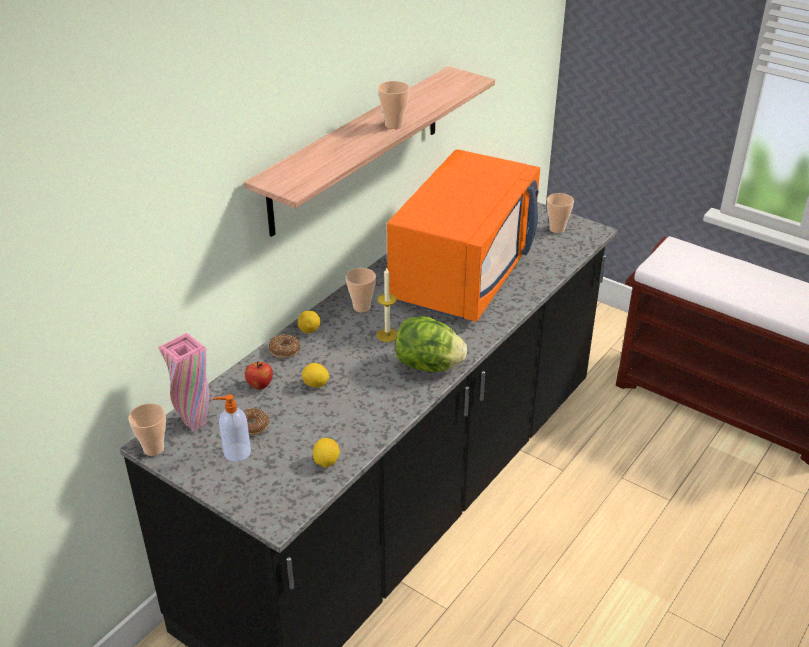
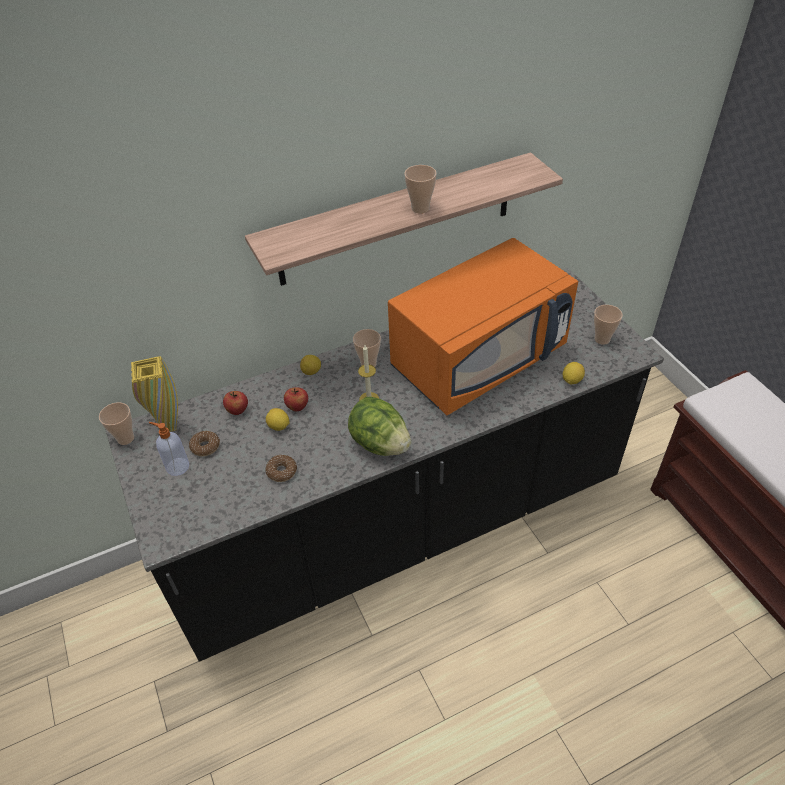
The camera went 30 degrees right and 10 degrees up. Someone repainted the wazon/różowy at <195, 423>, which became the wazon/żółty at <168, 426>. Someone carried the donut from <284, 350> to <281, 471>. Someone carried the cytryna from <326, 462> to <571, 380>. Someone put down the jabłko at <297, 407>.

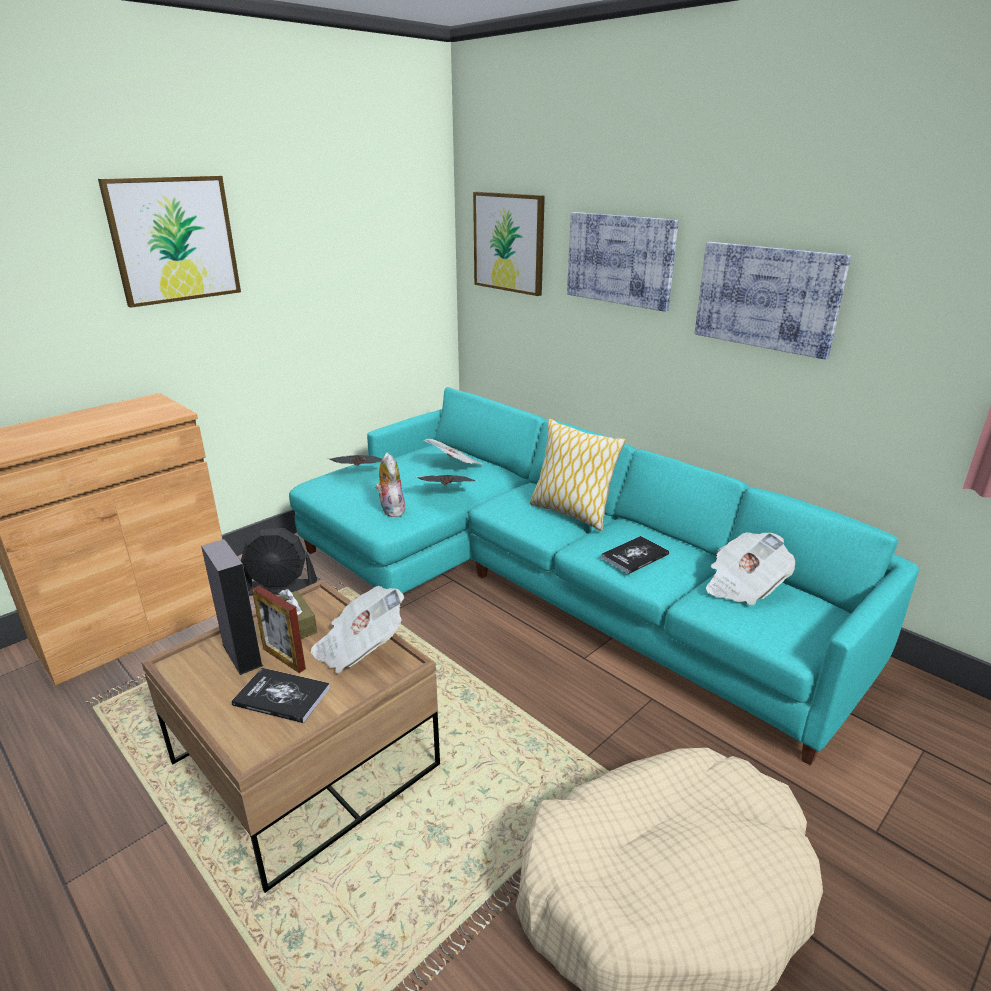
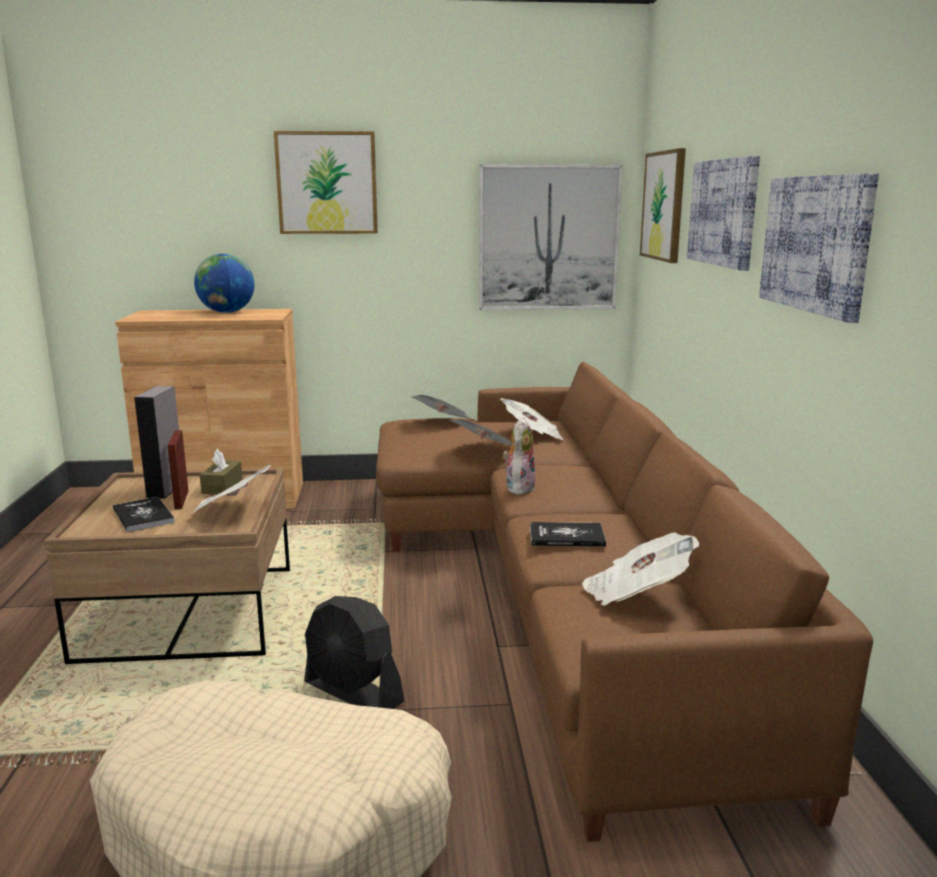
The camera went 40 degrees right and 10 degrees down. Someone repainted the kanapa/turkusowy at <544, 582>, which became the kanapa/brązowy at <557, 579>. Someone took away the poduszka at <571, 513>. Someone carried the pluszak from <390, 510> to <519, 488>. Someone carried the wentylator/czarny from <281, 588> to <353, 693>. Someone put up the obraz at <548, 238>. Someone put down the globus at <226, 312>.

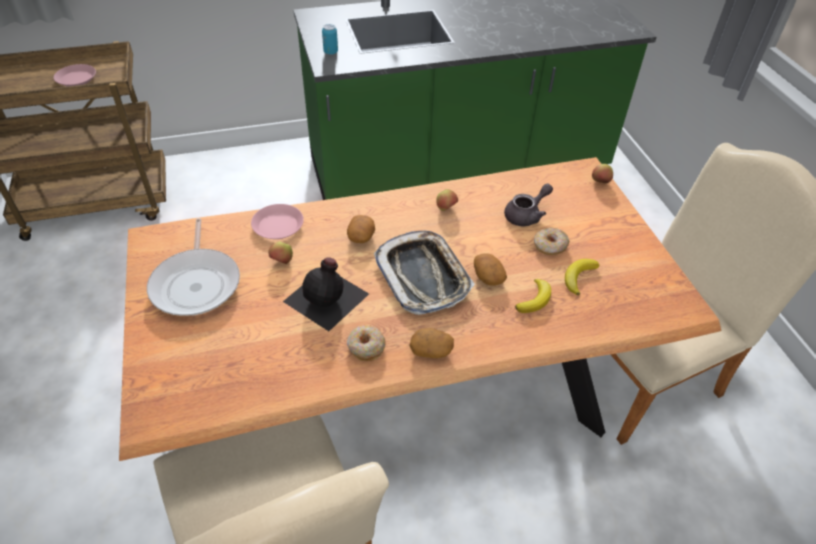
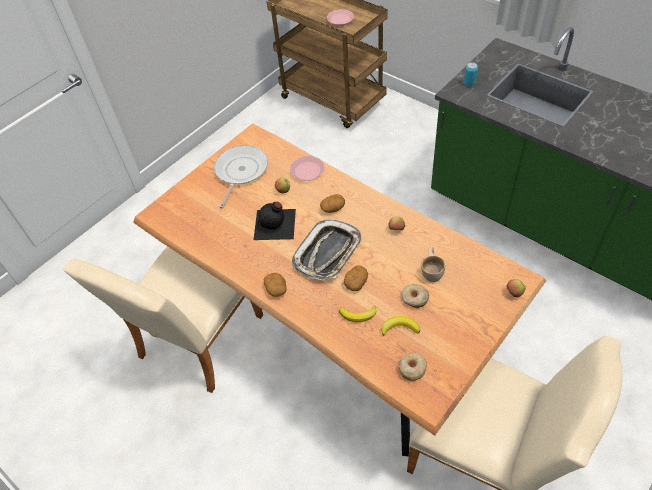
The camera went 60 degrees right and 5 degrees up. Someone swapped the imbryk/szary at <526, 215> for the filiżanka/beżowy at <432, 271>. Someone rotated the patelnia at <197, 283> by 150 degrees clockwise. Someone carried the donut from <366, 347> to <412, 368>.

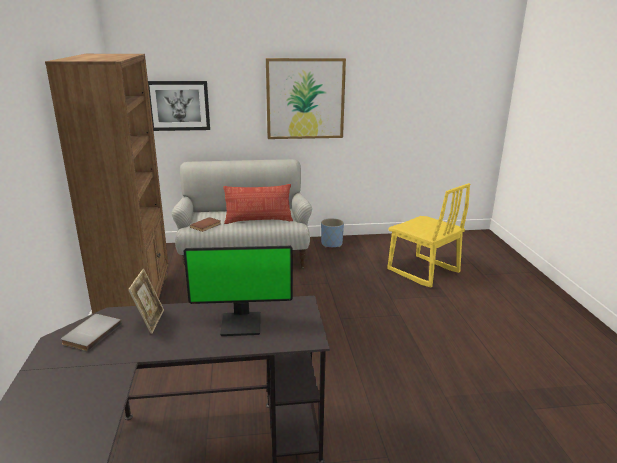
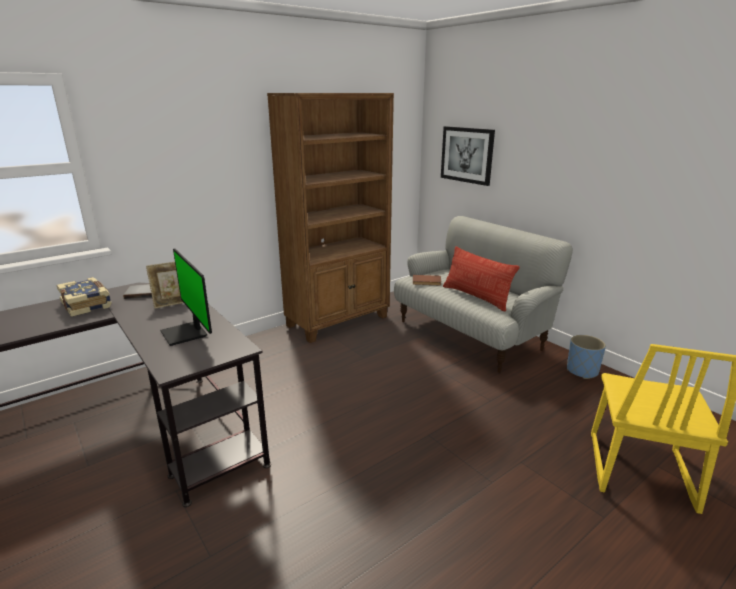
The camera went 60 degrees right and 0 degrees up. Someone took away the obraz at <305, 99>. Someone put down the książka at <87, 304>.

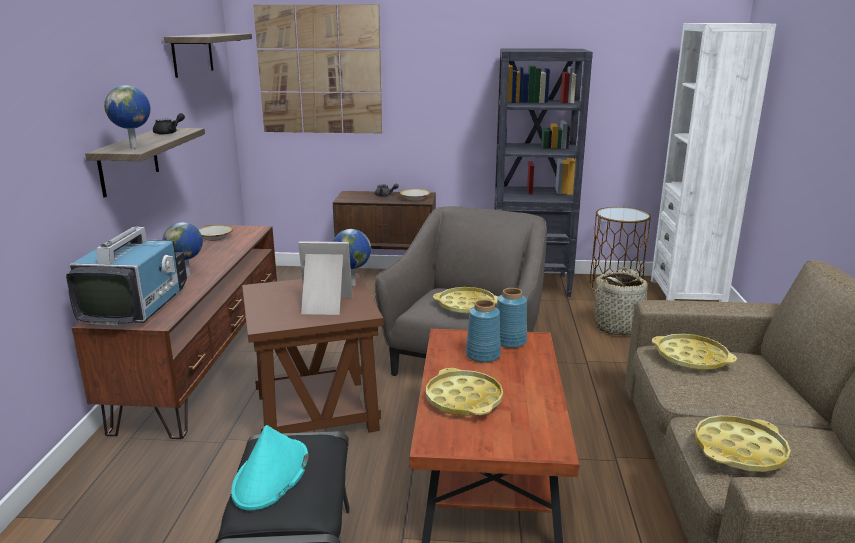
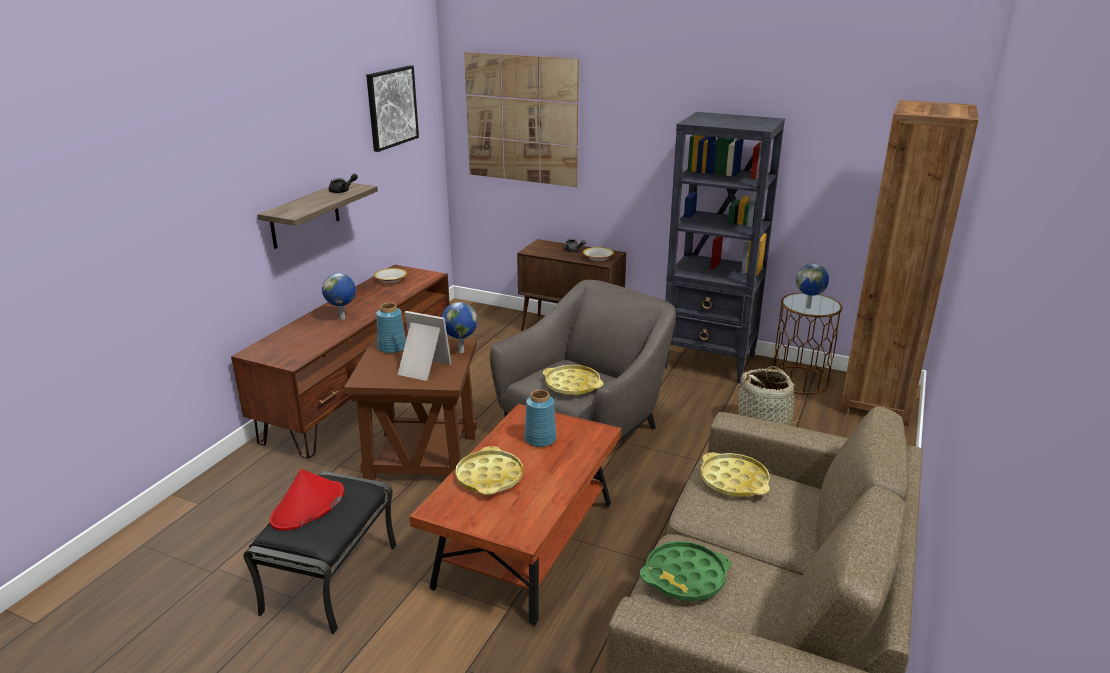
The camera went 20 degrees right and 5 degrees up. Someone repainted the regał/biały at <687, 293>, which became the regał/brązowy at <877, 401>. Someone swapped the półka at <192, 54> for the obraz at <391, 107>. Someone carried the globus from <135, 148> to <808, 307>. Someone took away the telewizor at <137, 306>. Someone carried the wazon/niebieski from <510, 341> to <392, 348>. Someone repainted the taca/żółty at <739, 450>, which became the taca/zielony at <685, 577>. Someone repainted the kapelusz/turkusowy at <271, 475>, which became the kapelusz/czerwony at <308, 507>.

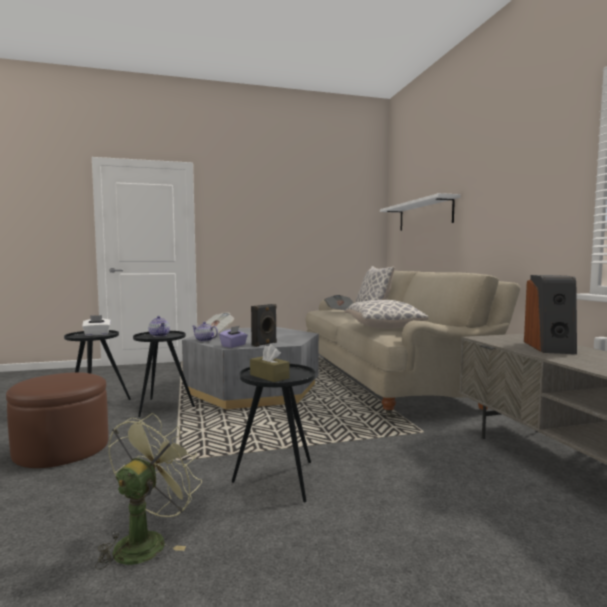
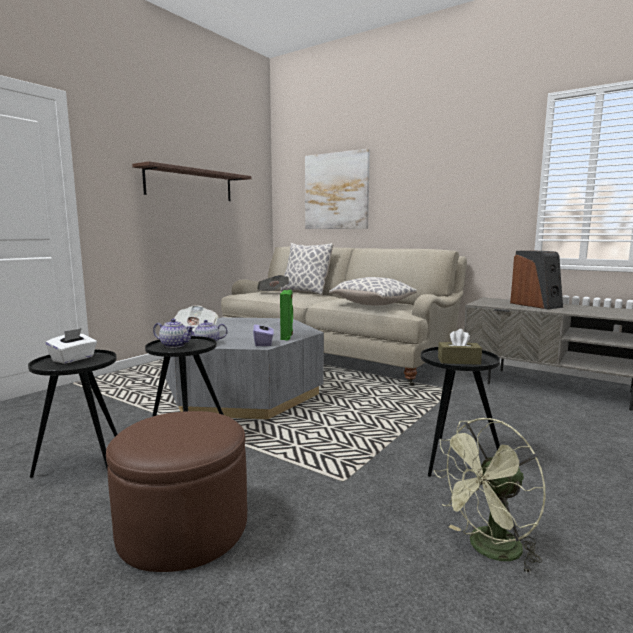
The camera went 40 degrees left and 5 degrees up. Someone swapped the półka/biały at <424, 215> for the obraz at <336, 191>. Someone repainted the głośnik/czarny at <265, 344>, which became the głośnik/zielony at <287, 336>. Someone rotated the wentylator/zielony at <146, 541> by 105 degrees counterclockwise. Someone put up the półka/brązowy at <190, 184>.

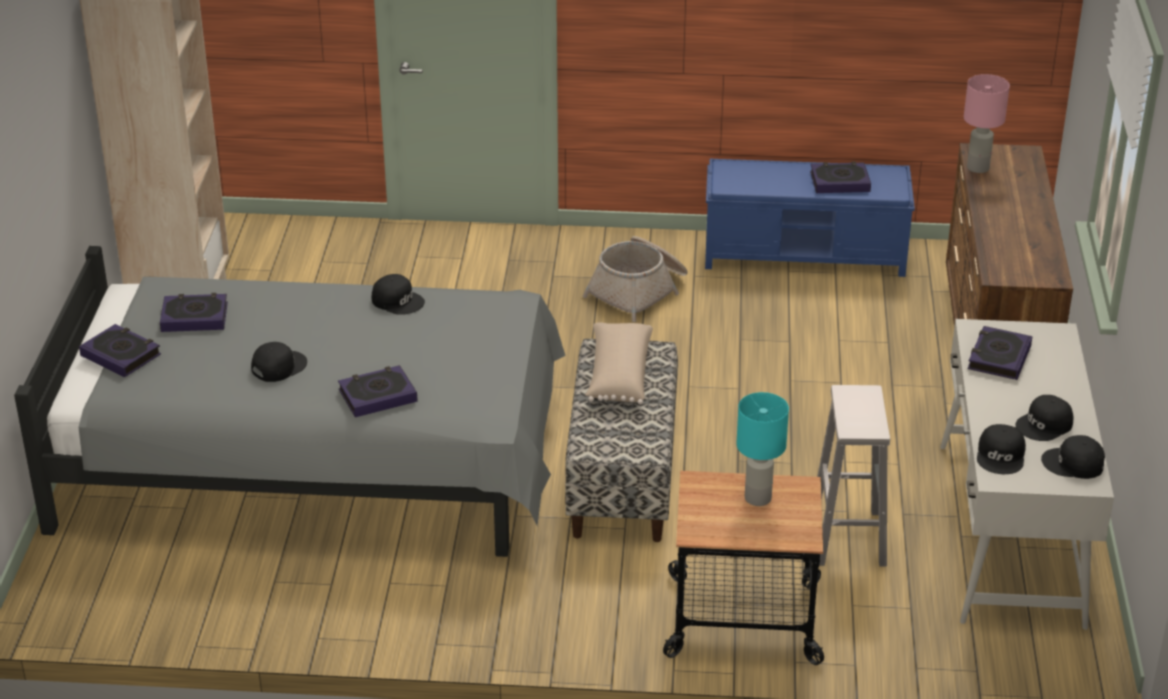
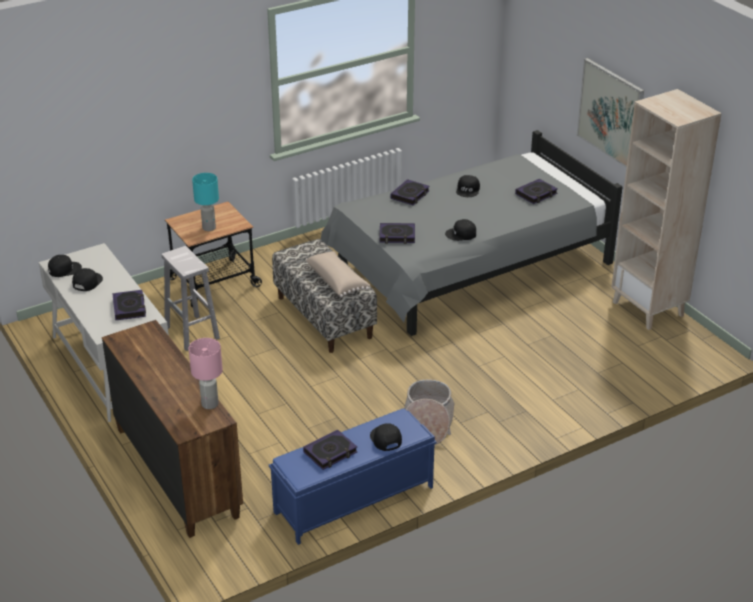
The camera went 145 degrees right and 0 degrees up. Someone carried the książka from <121, 355> to <397, 236>. Someone carried the czapka z daszkiem/czarny from <1001, 455> to <385, 439>. Someone put up the obraz at <610, 113>.

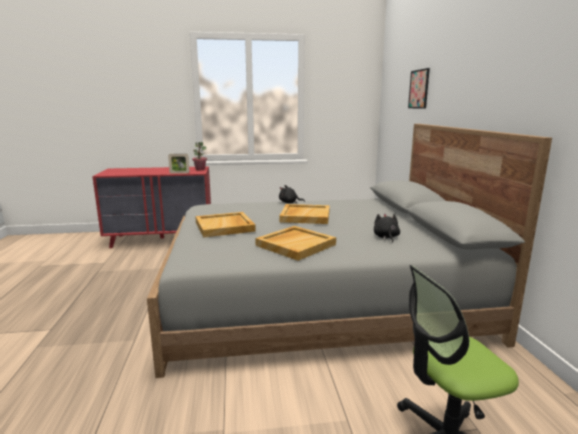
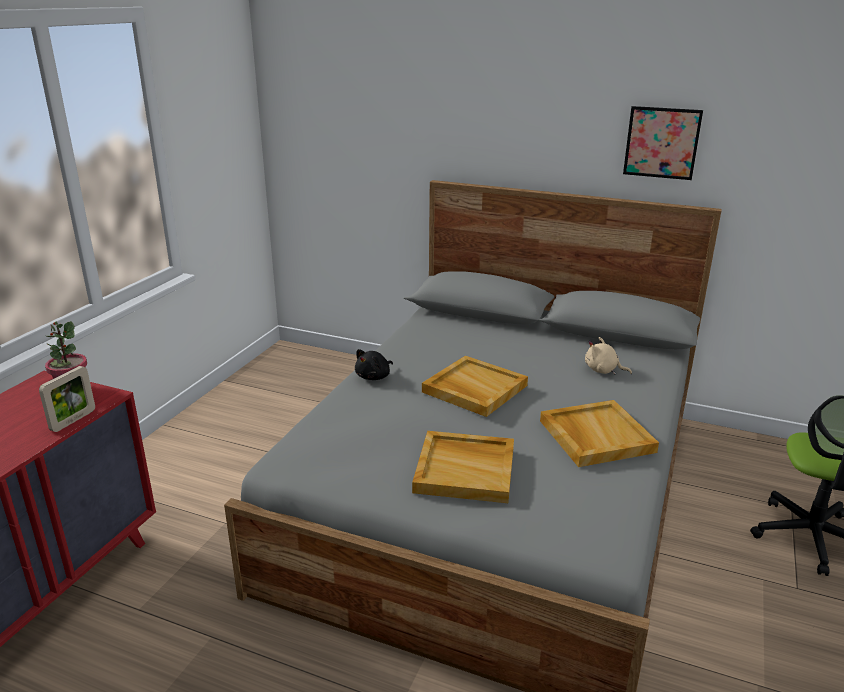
The camera went 60 degrees left and 10 degrees up. Someone carried the obraz from <419, 89> to <661, 142>. Someone repainted the pluszak/czarny at <386, 237>, which became the pluszak/beżowy at <603, 370>.

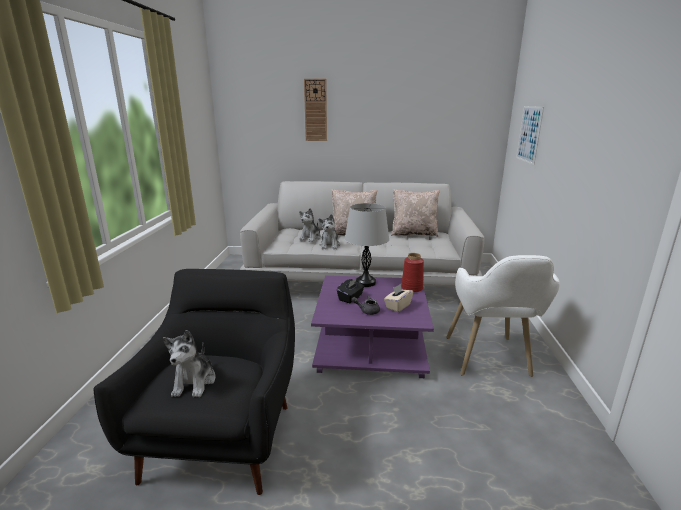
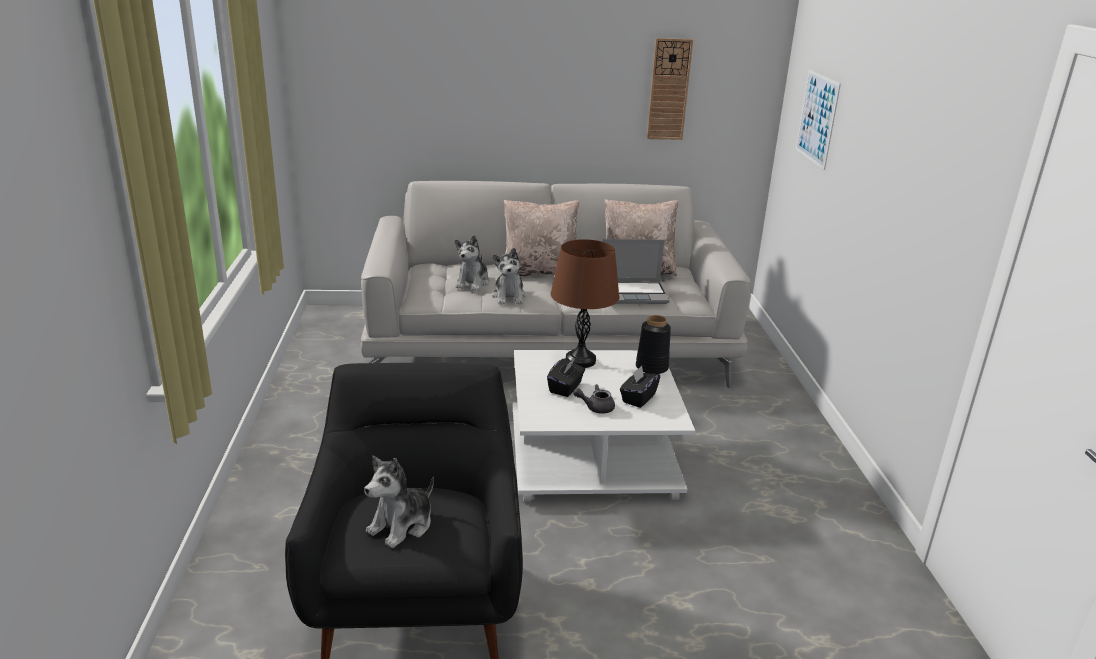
The camera went 10 degrees left and 5 degrees up. Someone carried the zegar ścienny from <315, 110> to <669, 89>. Someone repainted the lampa stołowa/szary at <365, 282>, which became the lampa stołowa/brązowy at <580, 361>. Someone repainted the wazon/czerwony at <411, 288>, which became the wazon/czarny at <651, 367>. Someone took away the fotel/biały at <490, 363>. Someone repainted the ława/fioletowy at <372, 345>, which became the ława/biały at <593, 456>. Someone repainted the pudełko chusteczek/beżowy at <398, 306>, which became the pudełko chusteczek/czarny at <638, 398>. Someone rotated the pluszak at <194, 382> by 45 degrees clockwise. Someone put down the laptop at <634, 294>.

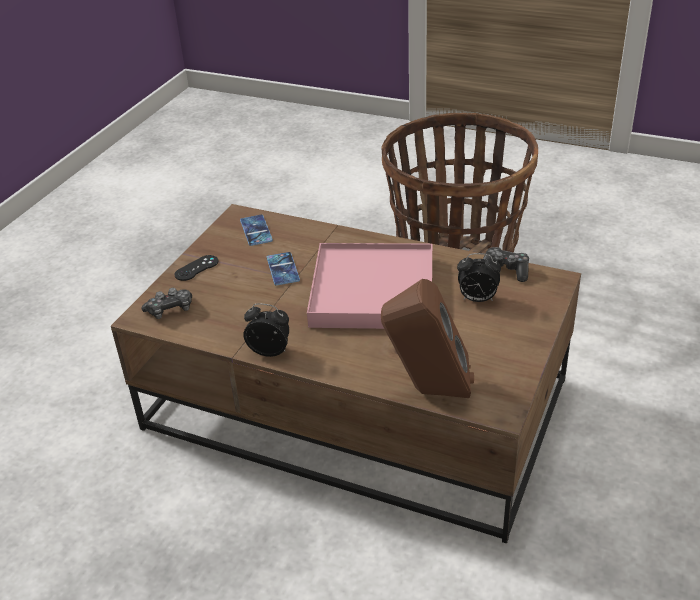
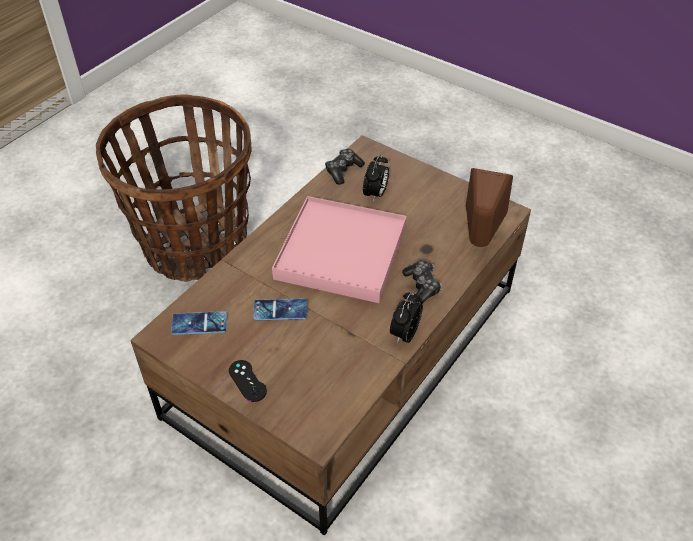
The camera went 80 degrees left and 10 degrees up. Someone carried the pad do gier from <170, 310> to <421, 286>.

